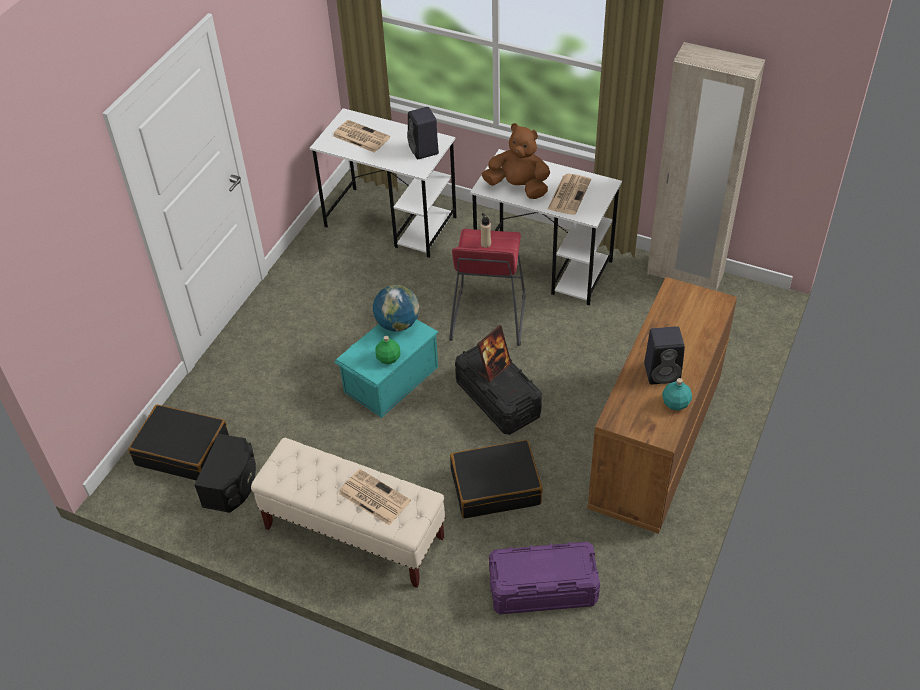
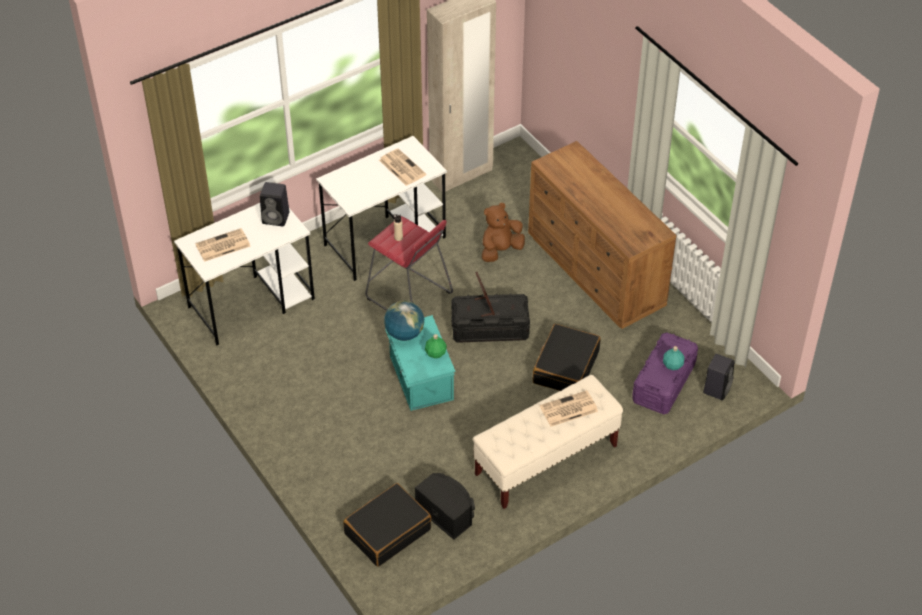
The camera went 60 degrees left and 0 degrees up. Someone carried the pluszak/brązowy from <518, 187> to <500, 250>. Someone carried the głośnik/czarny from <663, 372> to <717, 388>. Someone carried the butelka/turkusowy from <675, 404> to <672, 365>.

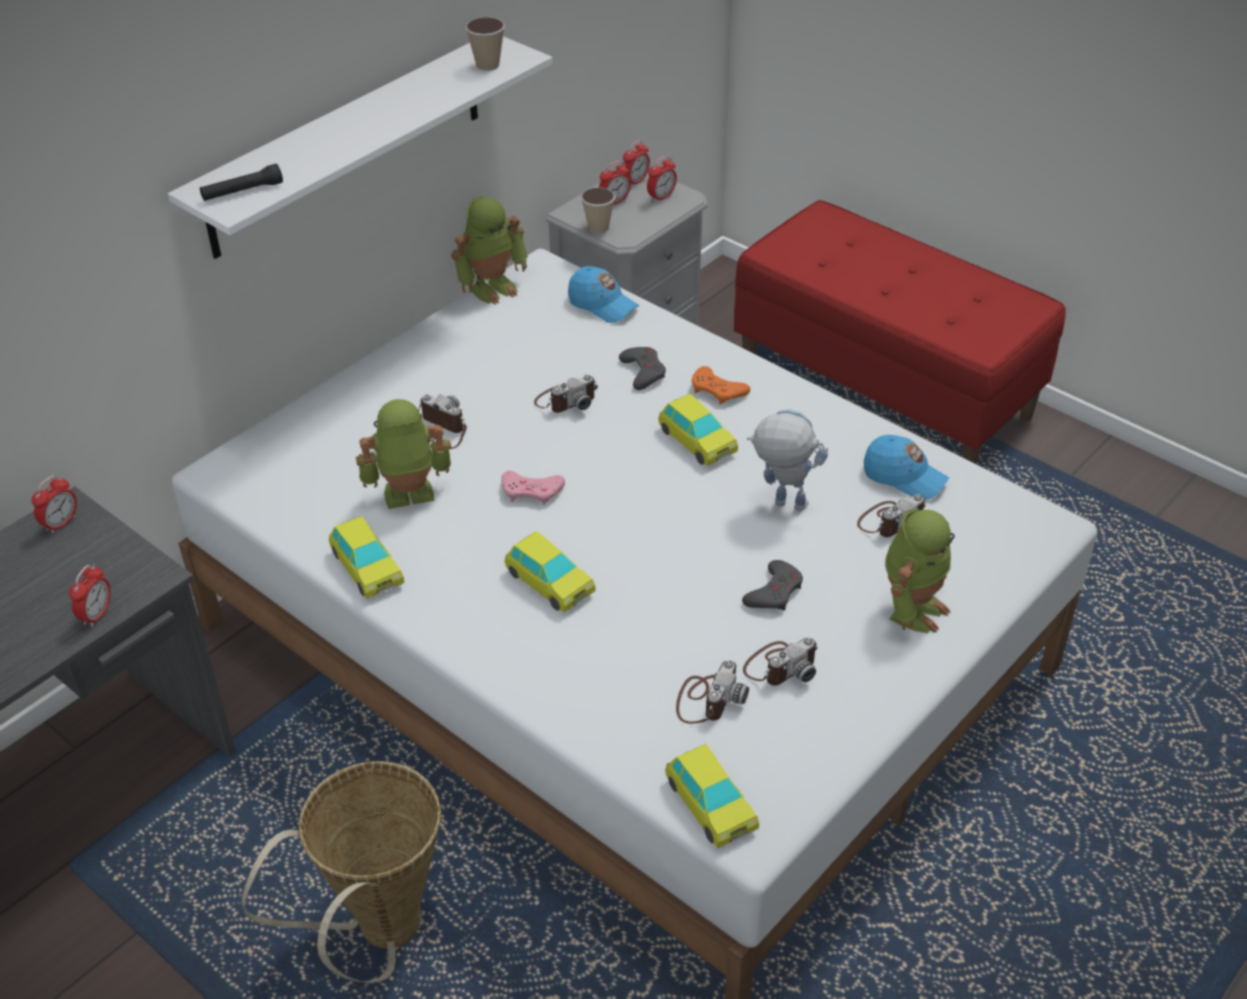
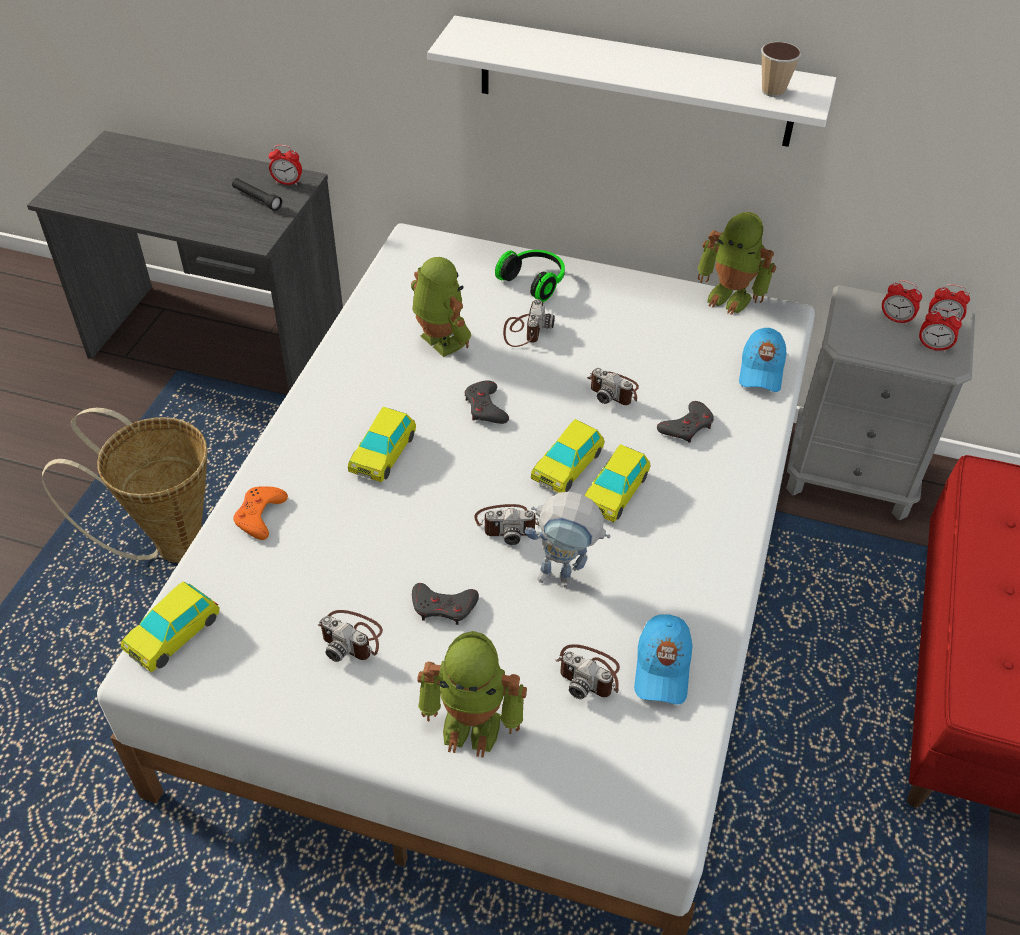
The camera went 65 degrees right and 5 degrees up. Someone carried the latarka/czarny from <242, 192> to <257, 199>. Someone took away the filiżanka at <598, 228>. Someone carried the pad do gier/pomarańczowy from <717, 390> to <260, 515>. Someone rotated the robot zabawkowy at <780, 504> by 105 degrees clockwise. Someone repainted the pad do gier/różowy at <531, 491>, which became the pad do gier/szary at <485, 407>. Someone carried the samochodzik from <367, 568> to <567, 466>. Someone took away the budzik at <97, 615>. Someone carried the aparat fotograficzny from <707, 699> to <507, 524>. Someone put down the słuchawki at <534, 282>.

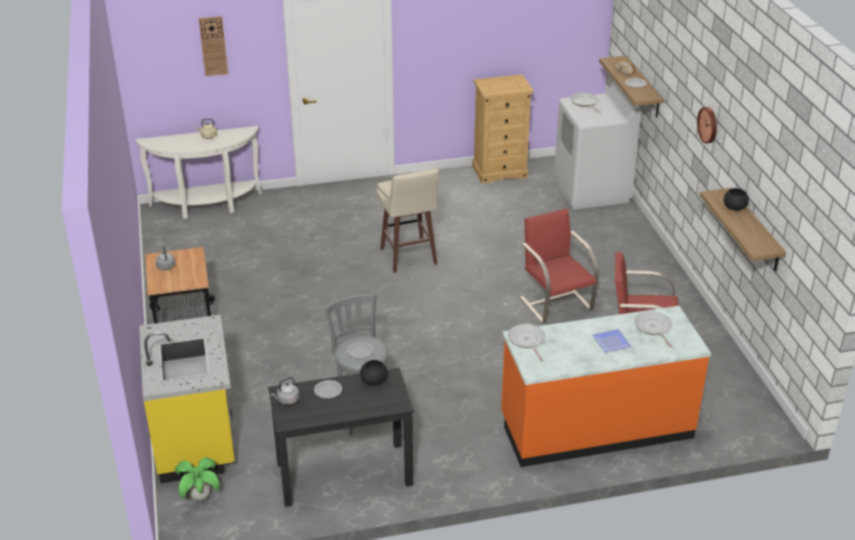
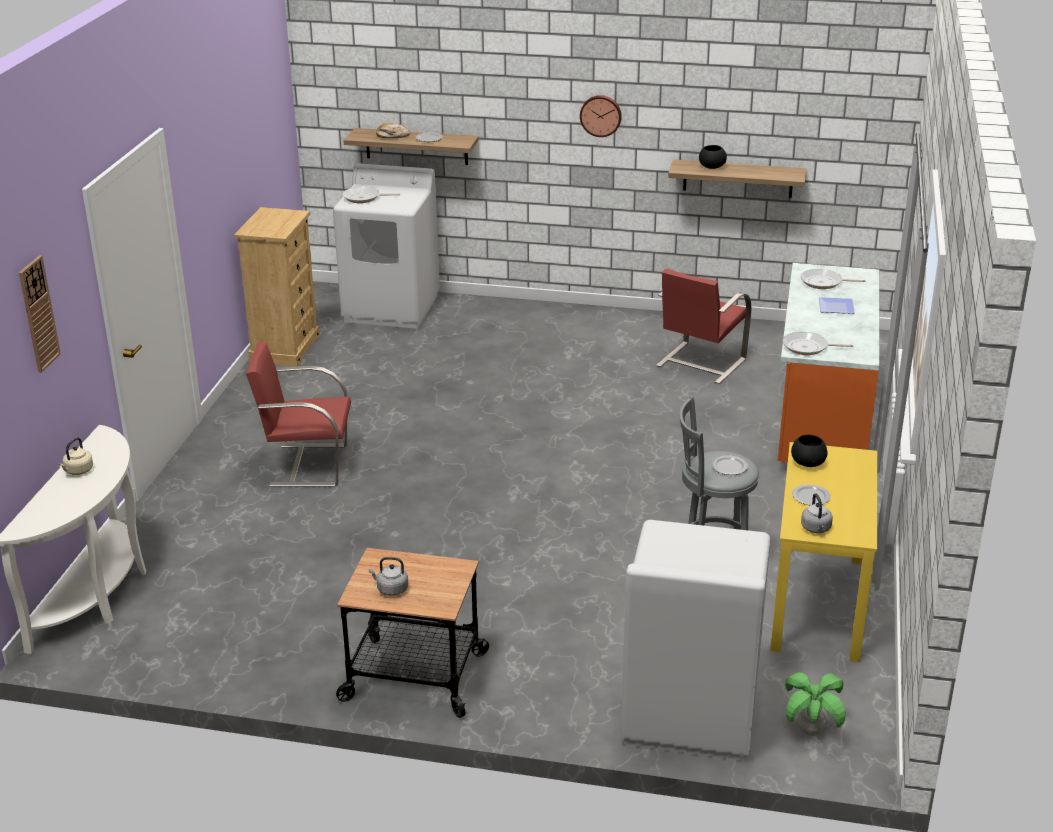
The camera went 65 degrees left and 5 degrees down. Someone took away the stołek/beżowy at <408, 257>. Someone carried the krzesło/czerwony from <555, 303> to <307, 464>. Someone swapped the zabudowa kuchenna/żółty at <196, 440> for the pralka/biały at <689, 713>. Someone repainted the biurko/czarny at <343, 473>, which became the biurko/żółty at <817, 603>.

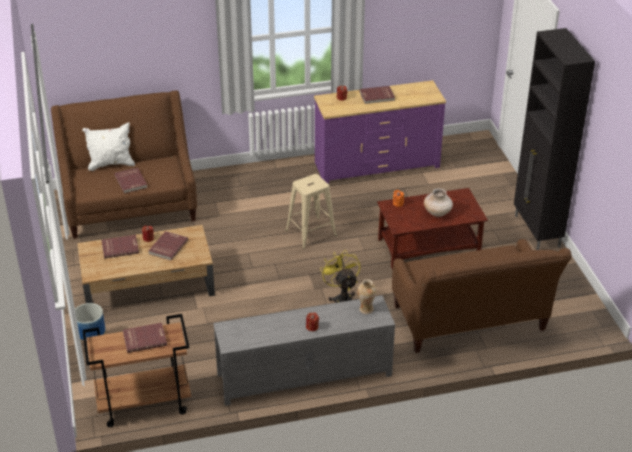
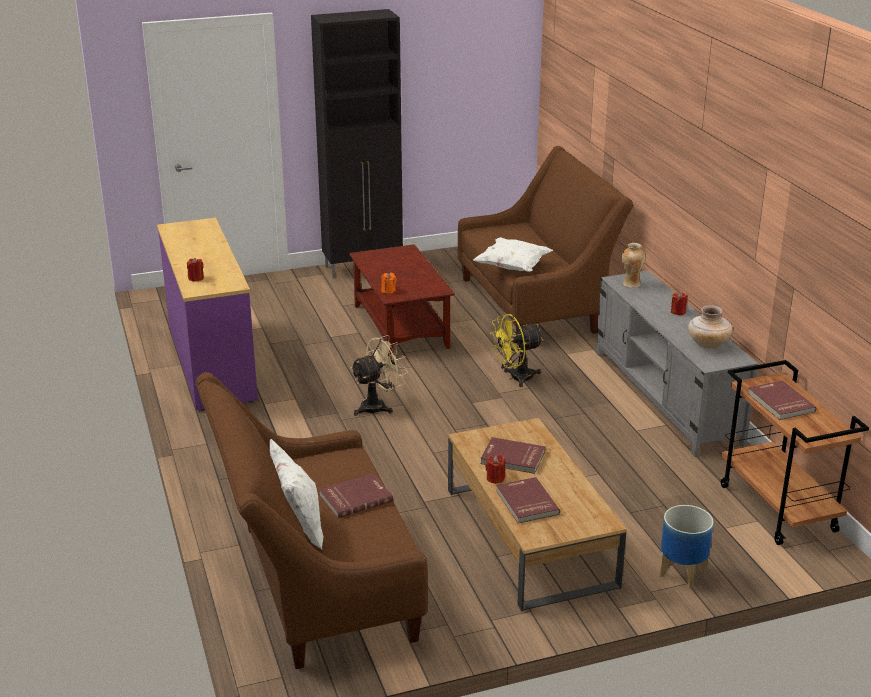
The camera went 95 degrees left and 10 degrees down. Someone took away the książka/czerwony at <377, 96>. Someone swapped the stołek/beżowy at <310, 233> for the wentylator/beżowy at <378, 406>. Someone carried the wazon/beżowy from <437, 213> to <708, 345>. Someone put down the poduszka/biały at <513, 268>.

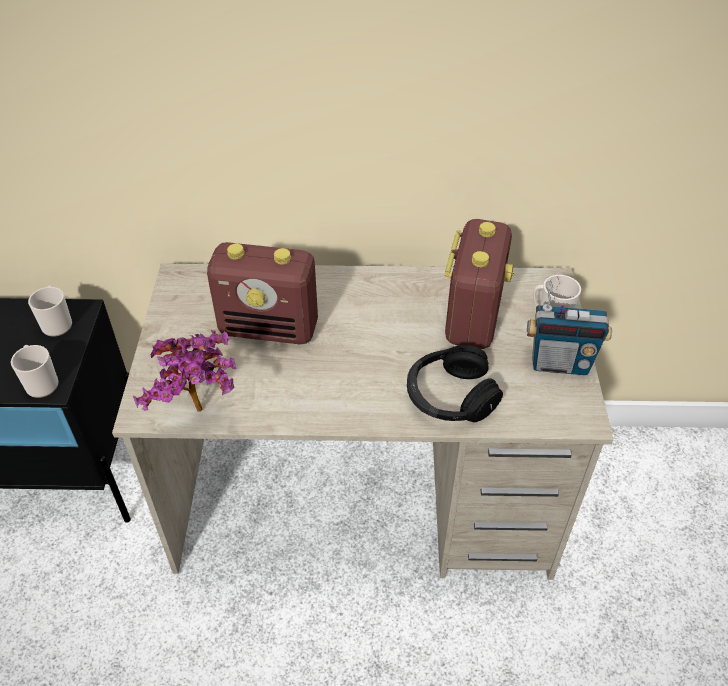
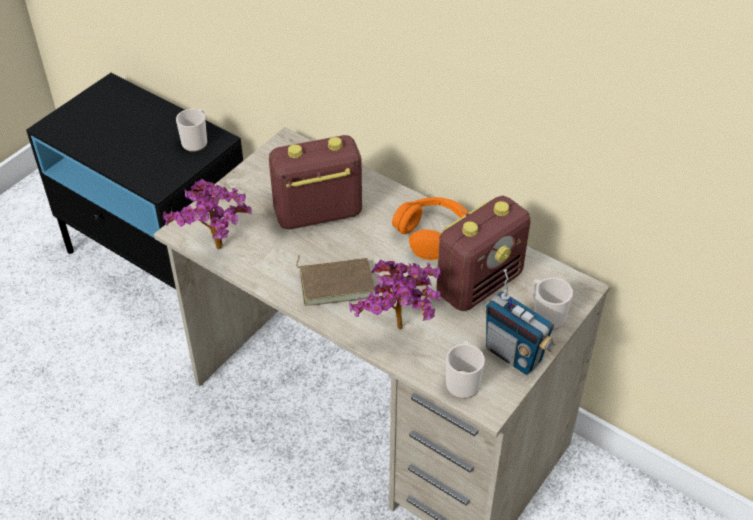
The camera went 35 degrees right and 0 degrees up. Someone rotated the radio at <270, 328> by 120 degrees clockwise. Someone carried the kubek from <41, 383> to <463, 381>. Someone swapped the słuchawki/czarny at <450, 396> for the roślina doniczkowa at <401, 332>. Someone put down the słuchawki/pomarańczowy at <434, 235>. Someone put down the książka/brązowy at <336, 282>.

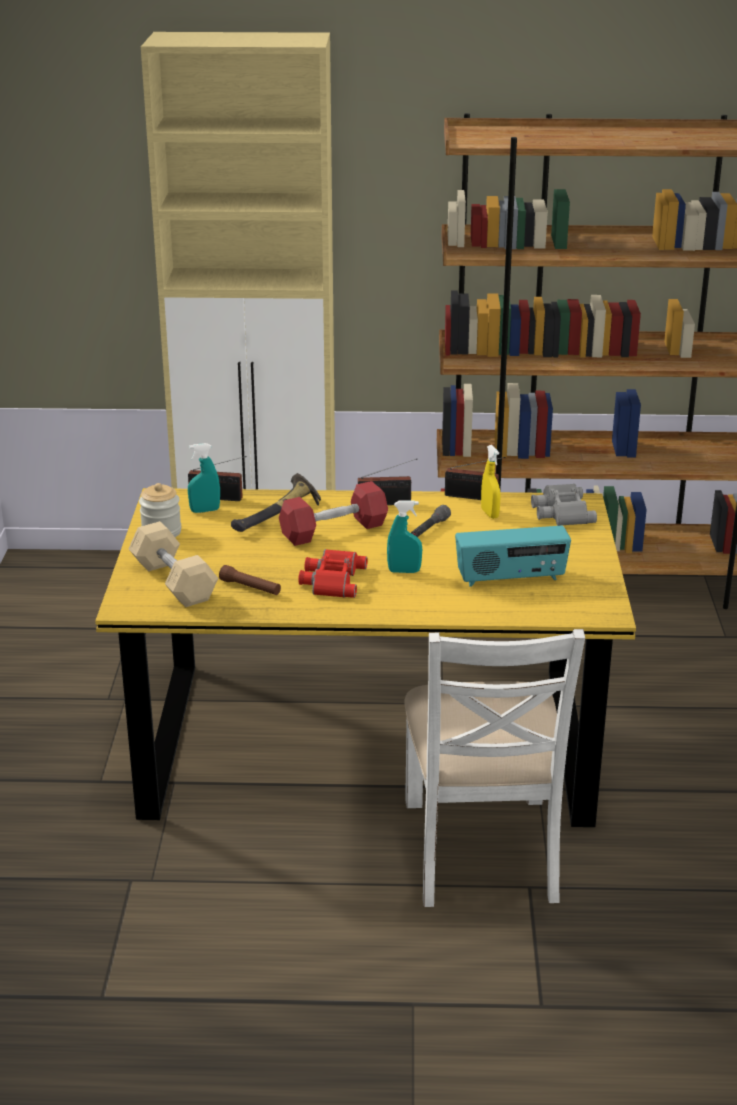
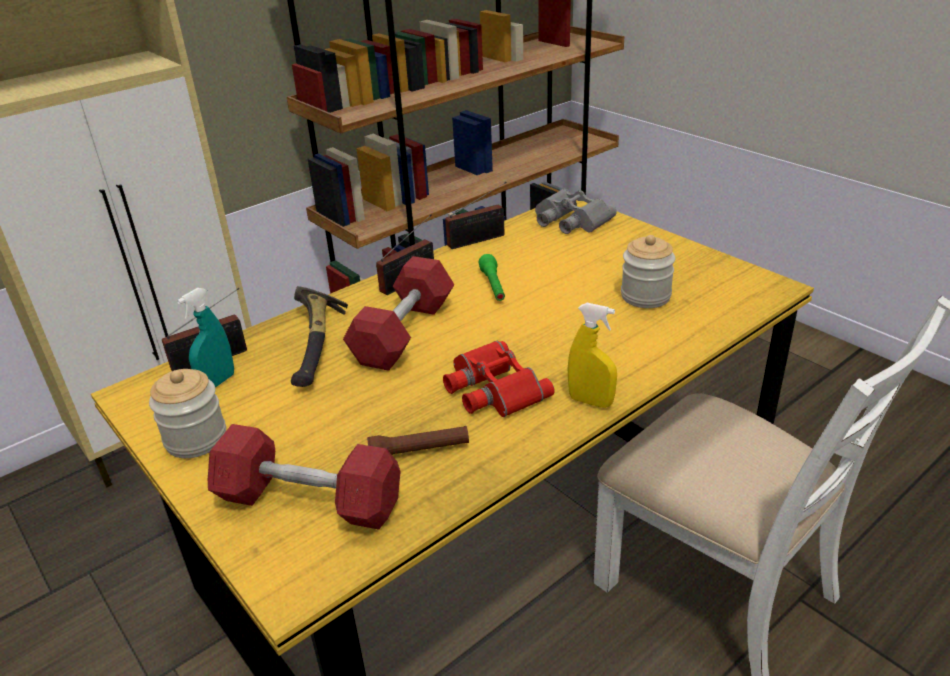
The camera went 40 degrees left and 5 degrees up. Someone carried the spryskiwacz/żółty from <490, 513> to <590, 401>. Someone took away the spryskiwacz/turkusowy at <404, 571>. Someone repainted the latarka/szary at <429, 529>, which became the latarka/zielony at <493, 286>. Someone repainted the hantel/beżowy at <173, 581>, which became the hantel/czerwony at <309, 500>. Someone swapped the radio at <511, 579> for the słoik at <645, 296>.

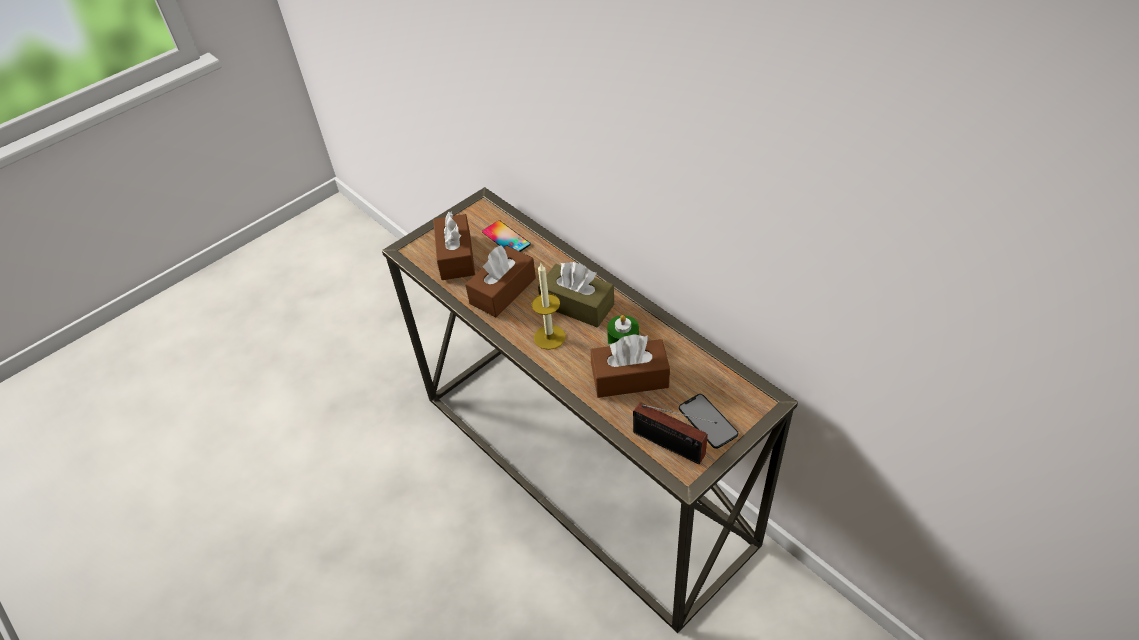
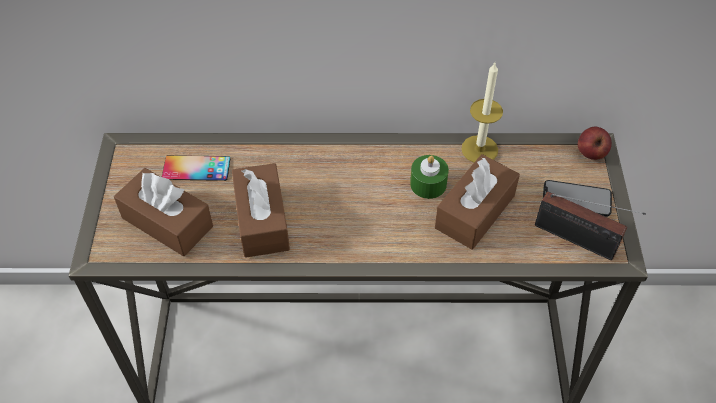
The camera went 50 degrees left and 5 degrees up. Someone took away the pudełko chusteczek/brązowy at <577, 305>. Someone carried the świeca from <549, 337> to <479, 149>. Someone rotated the radio at <672, 446> by 45 degrees clockwise. Someone put down the jabłko at <591, 153>.

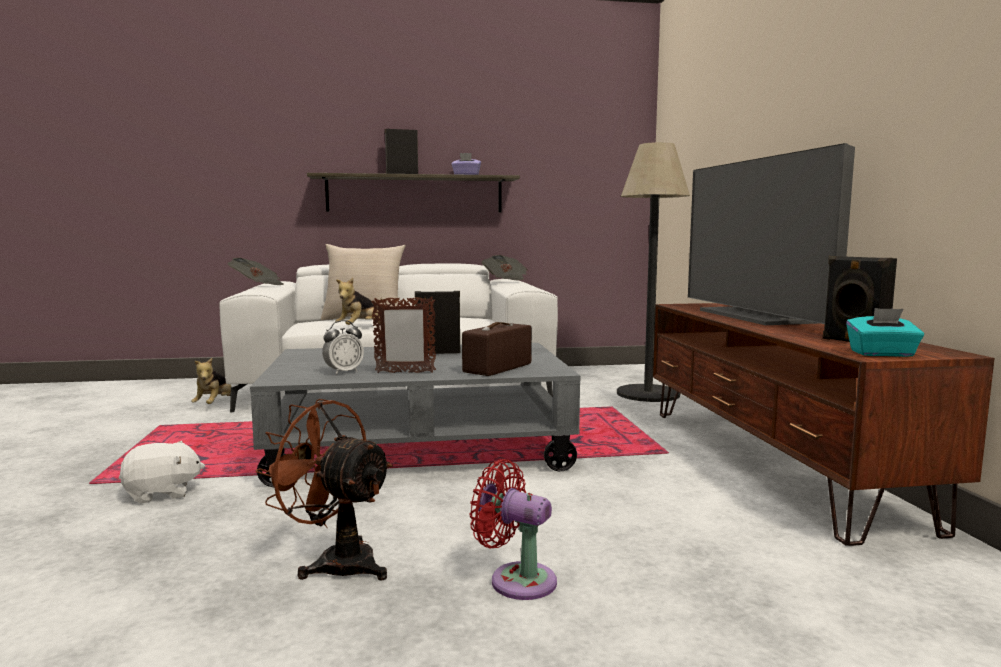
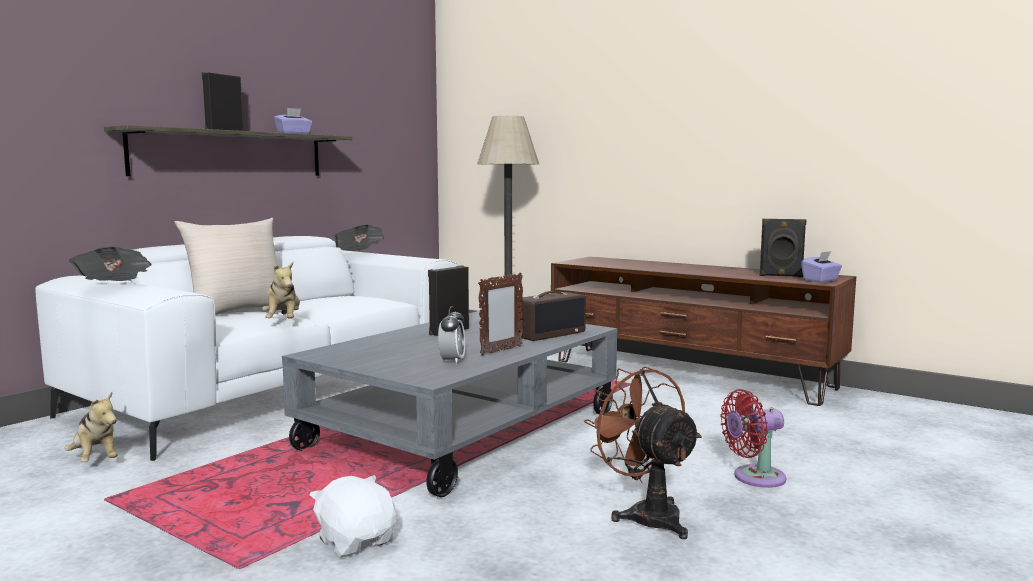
The camera went 45 degrees left and 0 degrees up. Someone took away the telewizor at <756, 316>. Someone repainted the pudełko chusteczek/turkusowy at <882, 354>, which became the pudełko chusteczek/fioletowy at <821, 280>. Someone rotated the radio at <498, 368> by 120 degrees counterclockwise. Someone rotated the wentylator/brązowy at <336, 562> by 75 degrees clockwise. Someone rotated the pluszak/biały at <162, 493> by 60 degrees counterclockwise.

